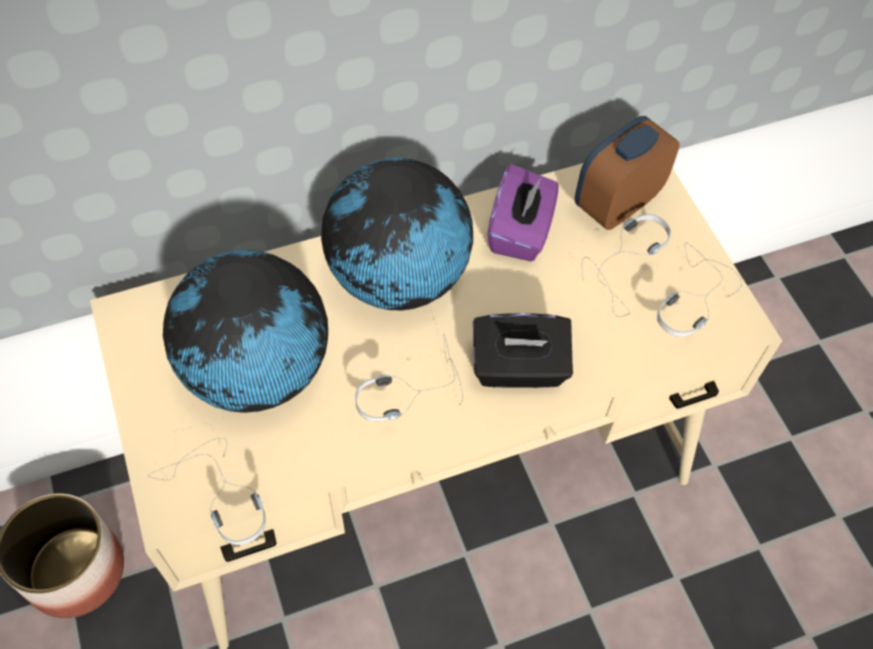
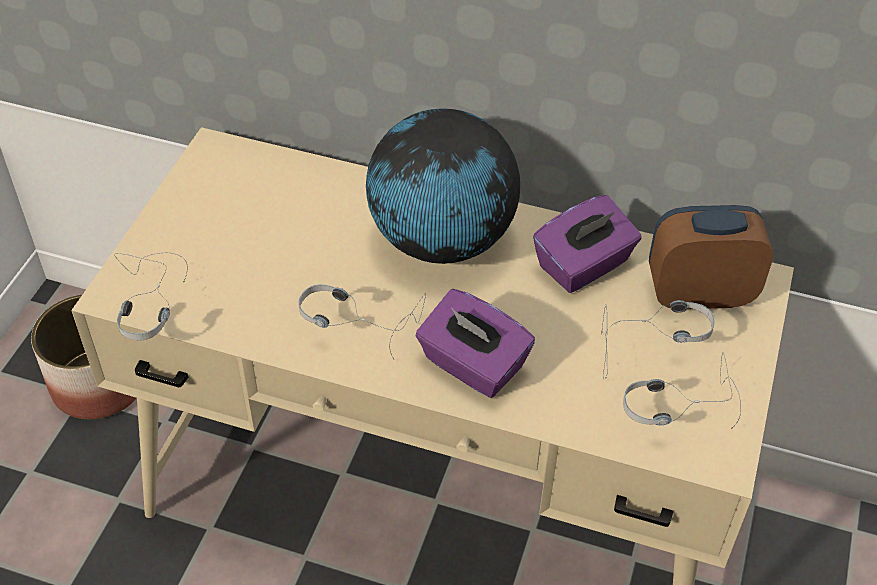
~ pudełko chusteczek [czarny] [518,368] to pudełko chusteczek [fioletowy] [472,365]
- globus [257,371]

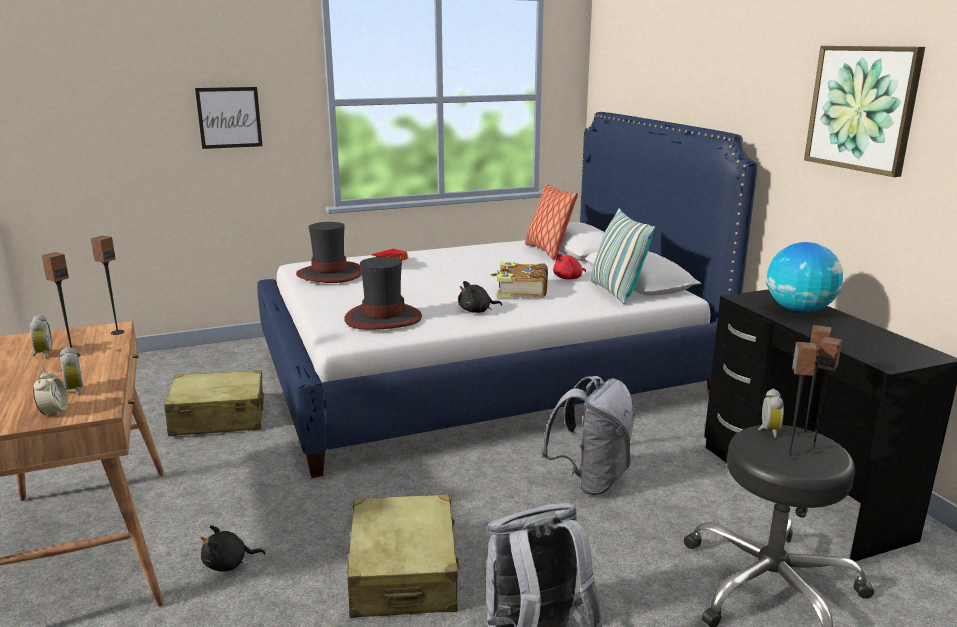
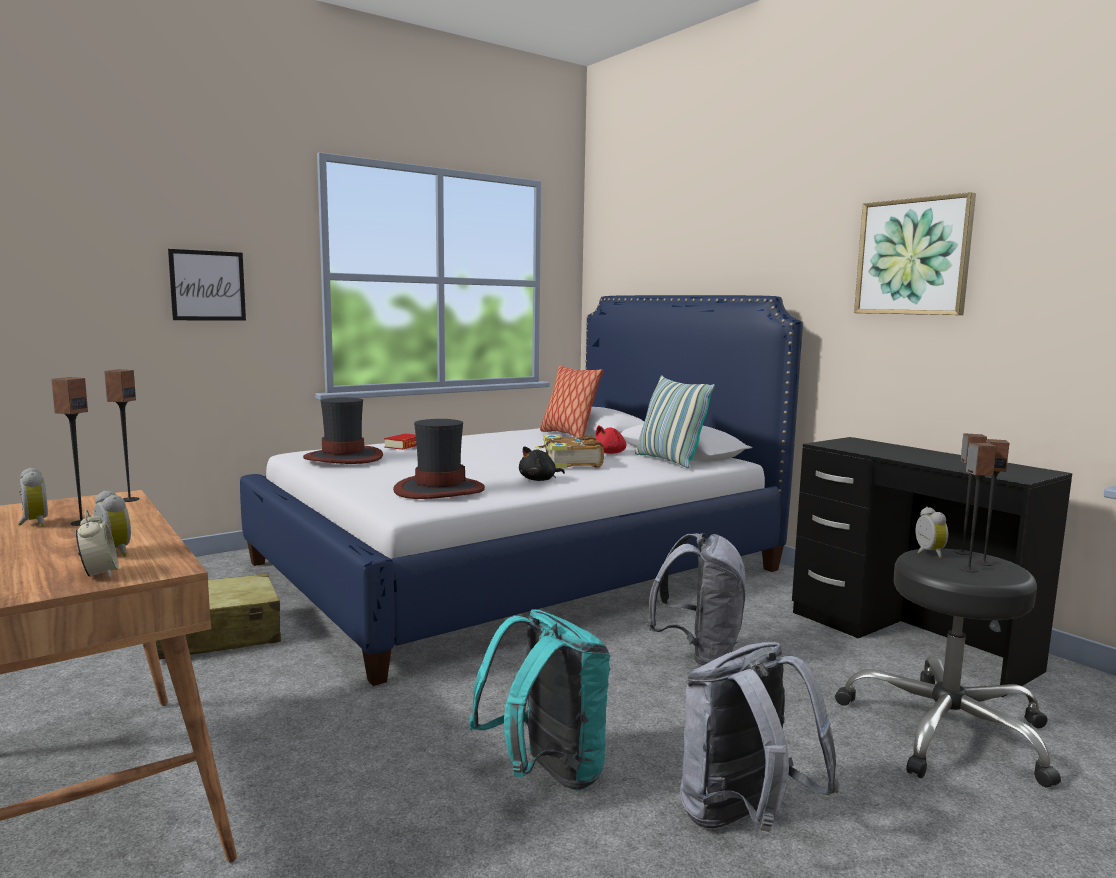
~ walizka [beżowy] [404,573] to plecak [turkusowy] [546,773]
- pluszak [czarny] [229,564]
- globus [799,310]

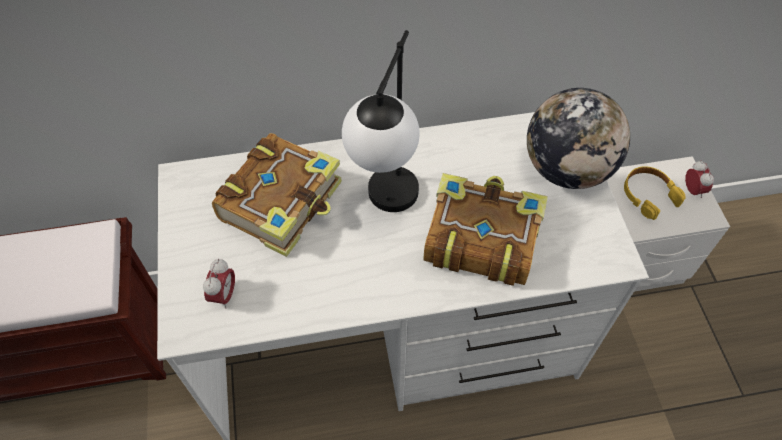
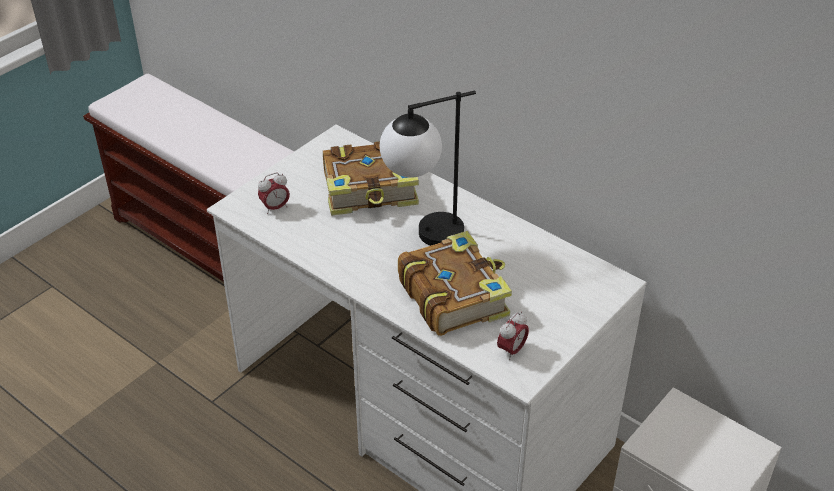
~ budzik [692,190] to [511,350]
- globus [566,169]
- słuchawki [żółty] [648,195]

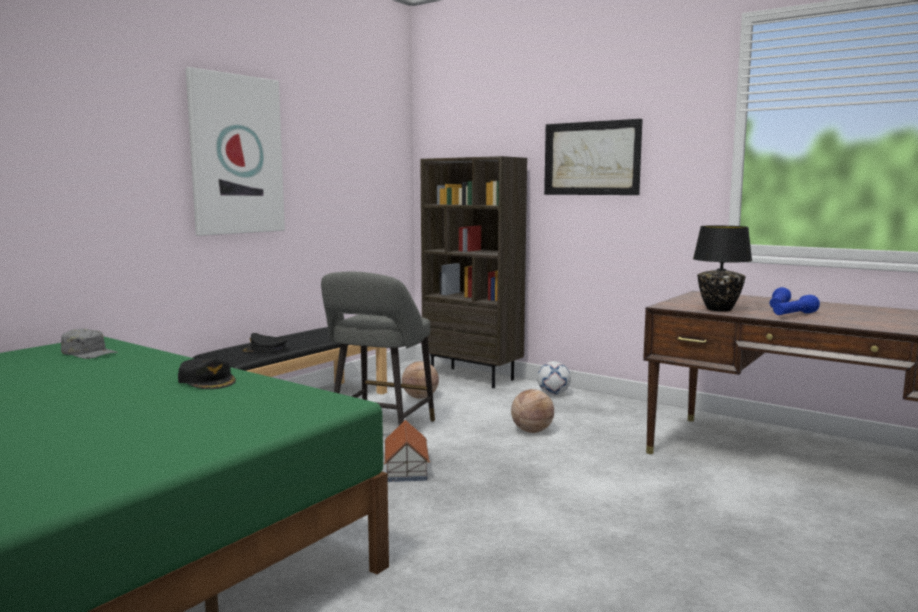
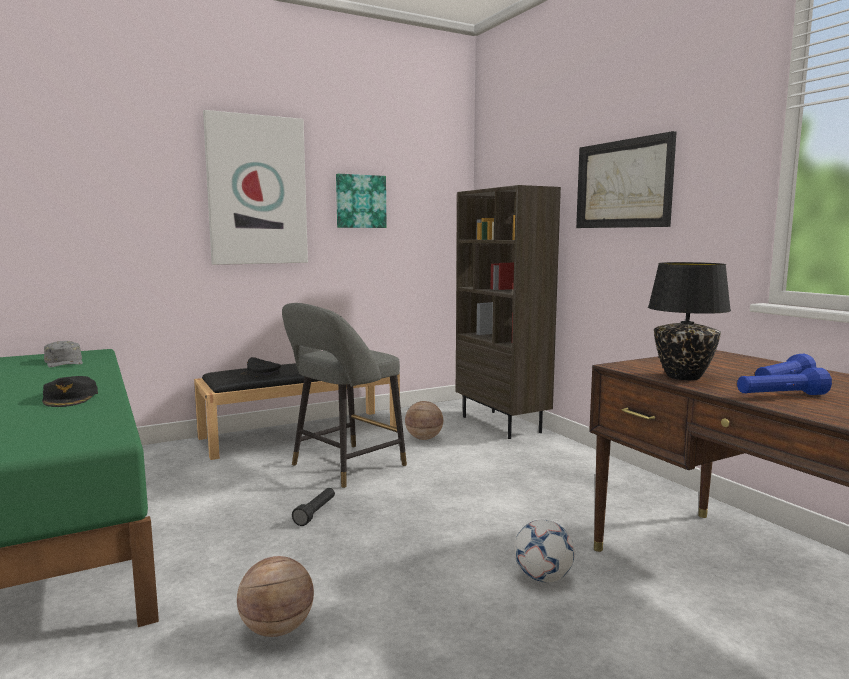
~ piłka do koszykówki [532,431] to [277,629]
~ domek [406,468] to latarka [czarny] [316,513]
+ obraz [360,201]
~ piłka futbolowa [553,394] to [543,577]

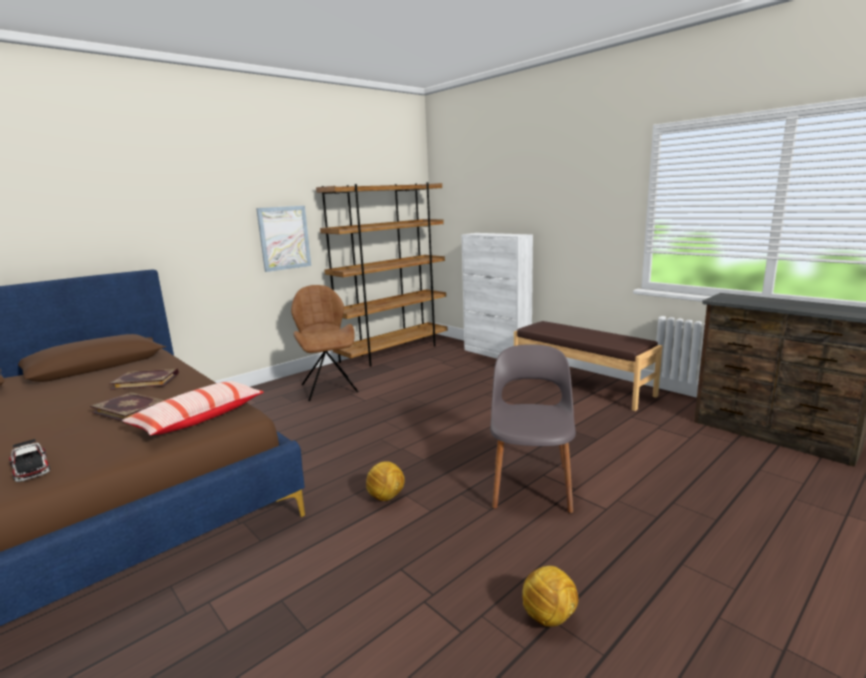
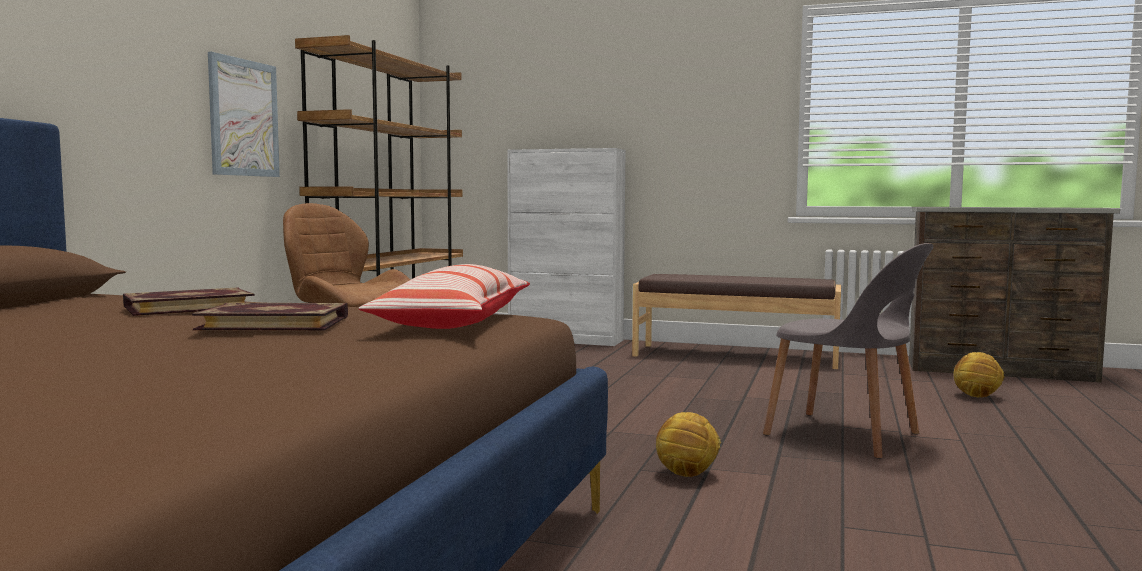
~ krzesło [szary] [531,484] = [846,435] 150 degrees clockwise
~ piłka futbolowa [549,617] to [977,396]
- samochodzik [30,467]

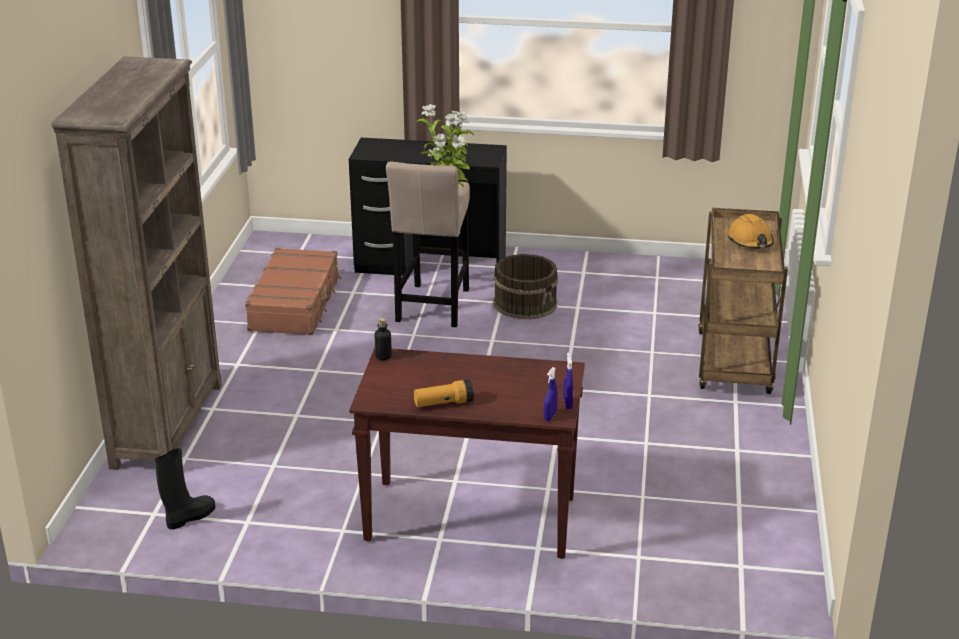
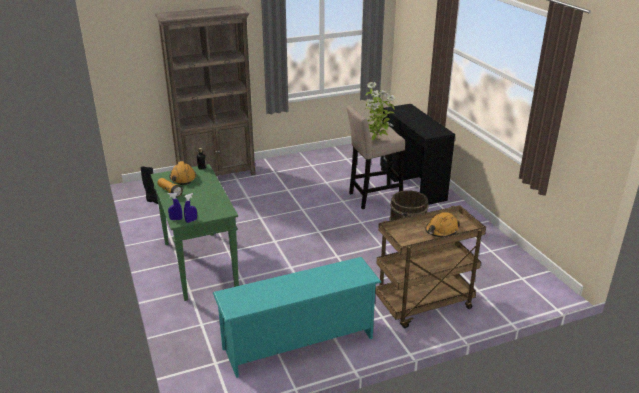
~ stolik konsolowy [brązowy] [468,520] to stolik konsolowy [zielony] [199,264]
+ kask [pomarańczowy] [183,177]
+ regał na buty [turkusowy] [299,344]
- walizka [brązowy] [295,304]

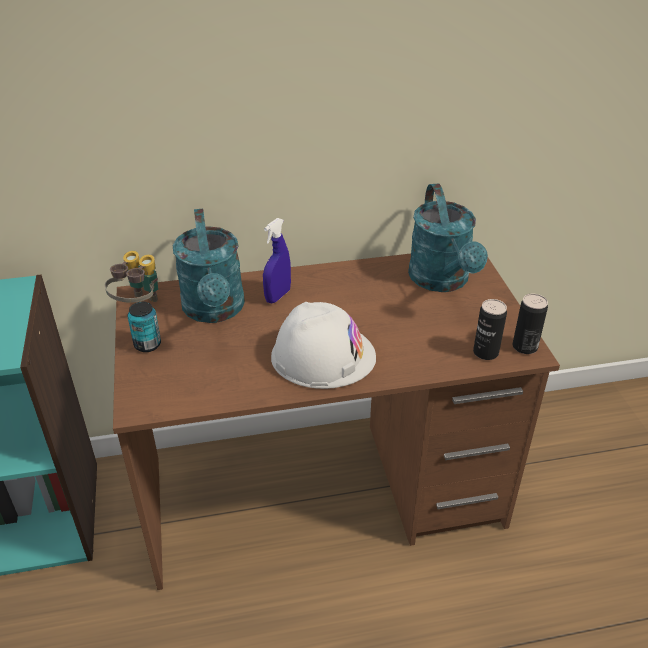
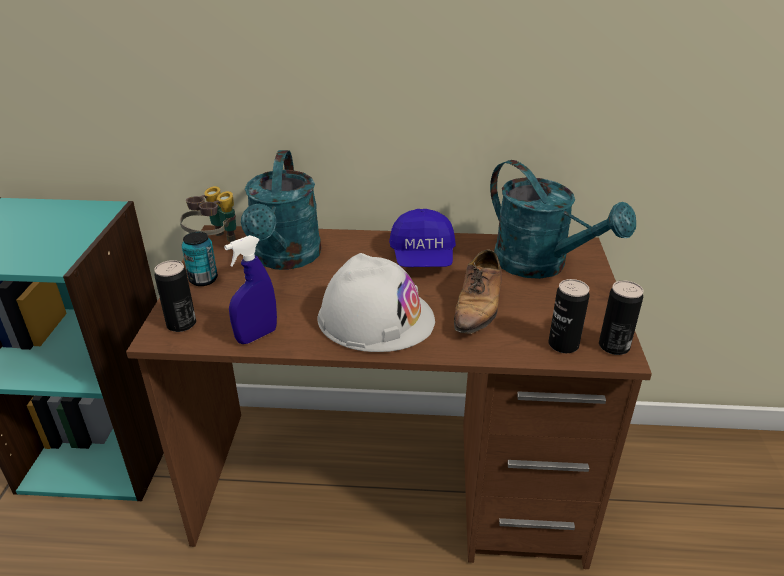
+ puszka [181,324]
~ spryskiwacz [niebieski] [278,296] to [257,336]
+ czapka z daszkiem [niebieski] [423,258]
+ but [478,306]
~ konewka [turkusowy] [442,281] = [541,265] 45 degrees counterclockwise

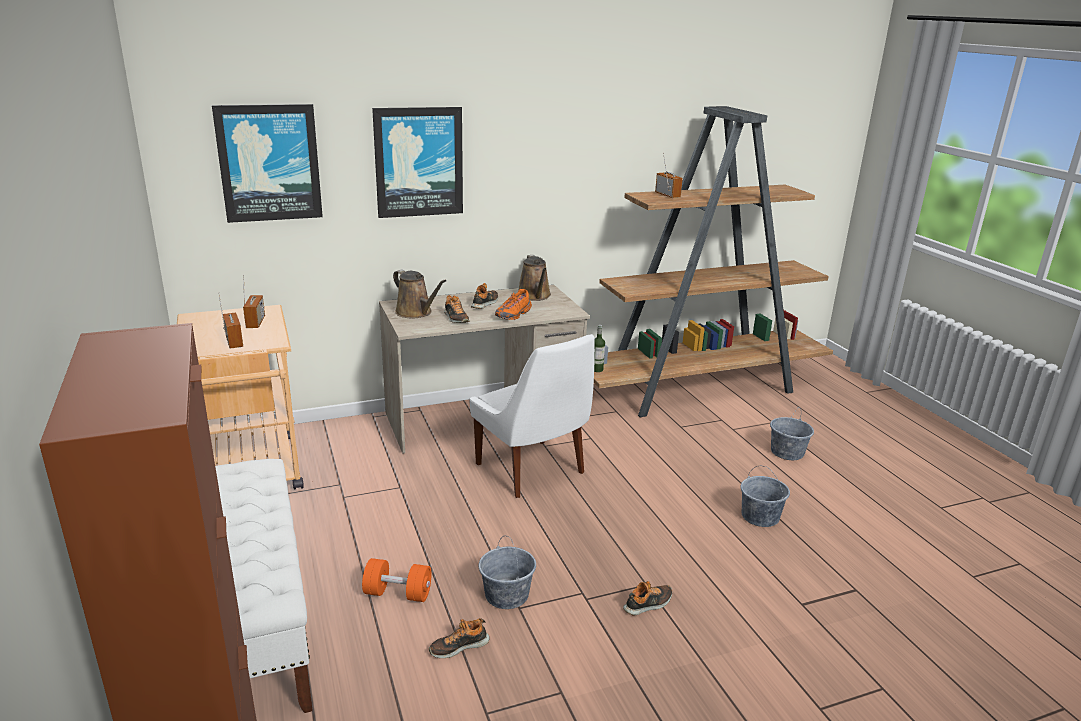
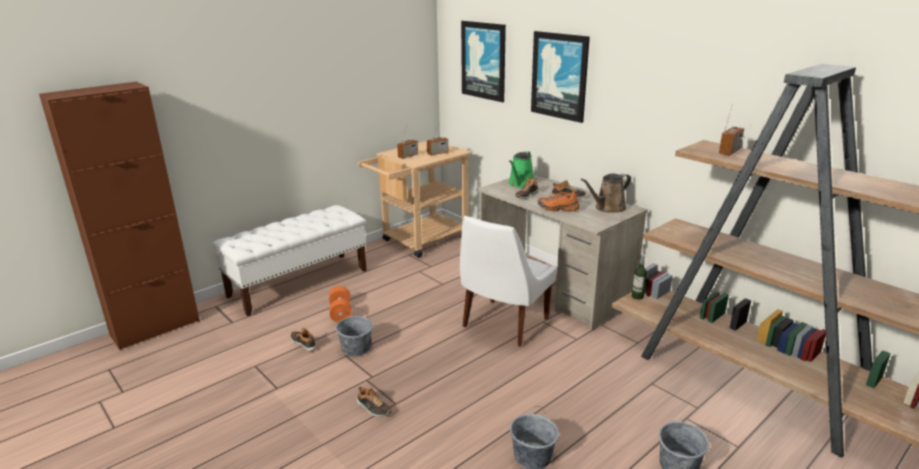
~ konewka [brązowy] [416,313] to konewka [zielony] [520,184]

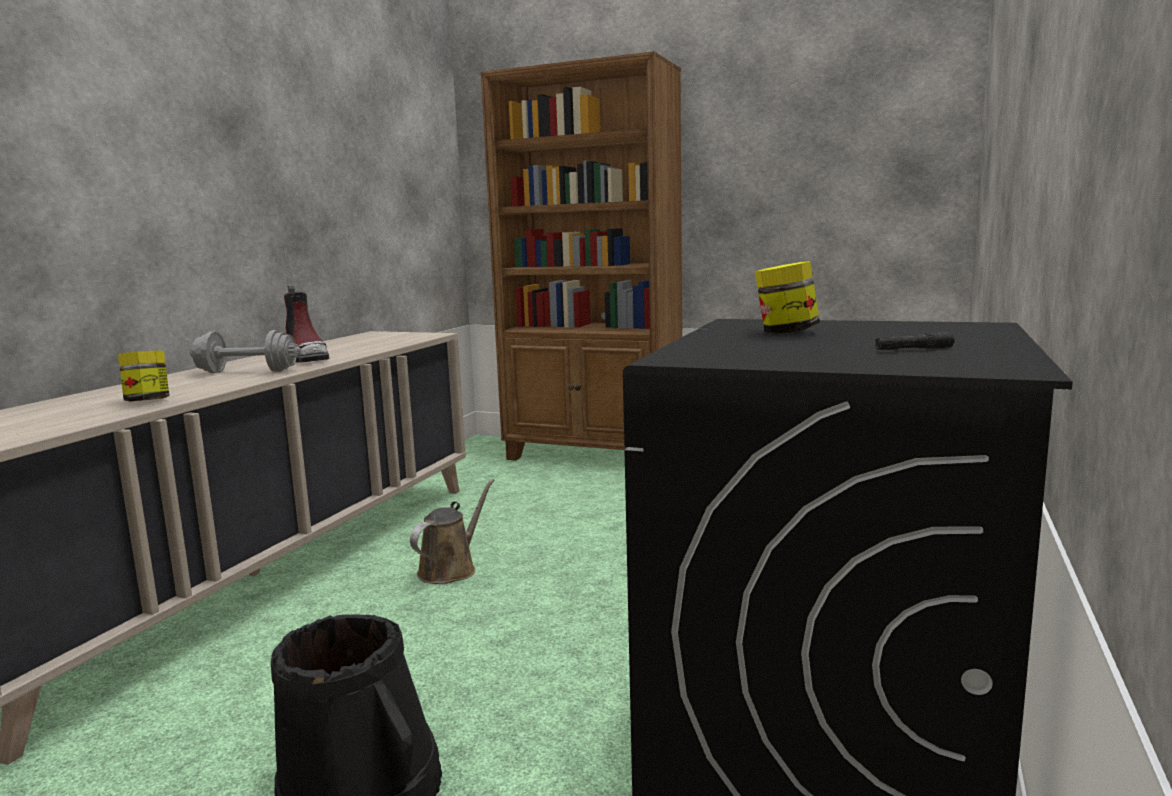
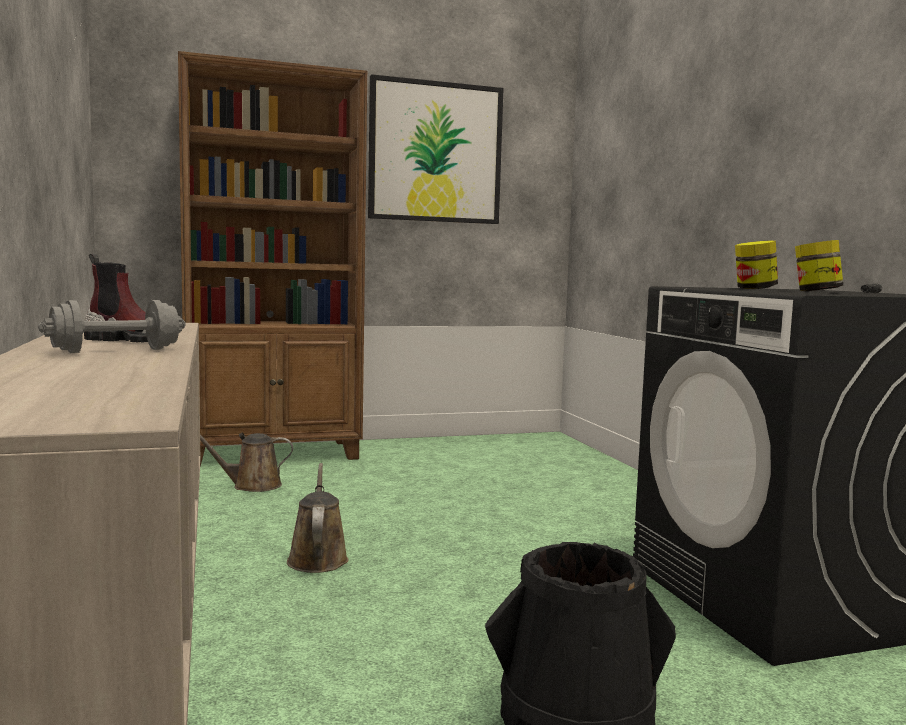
+ konewka [brązowy] [252,486]
+ obraz [435,152]
~ słoik [147,401] to [816,291]

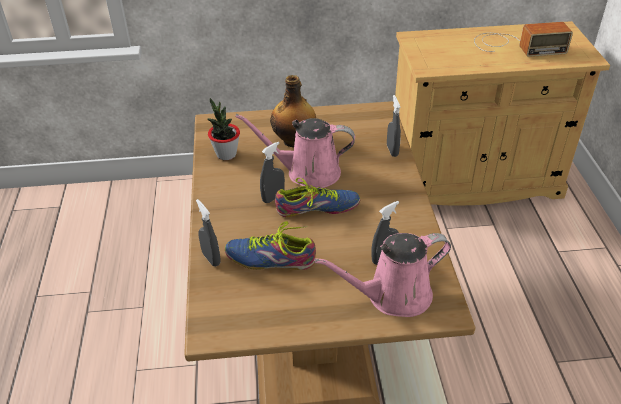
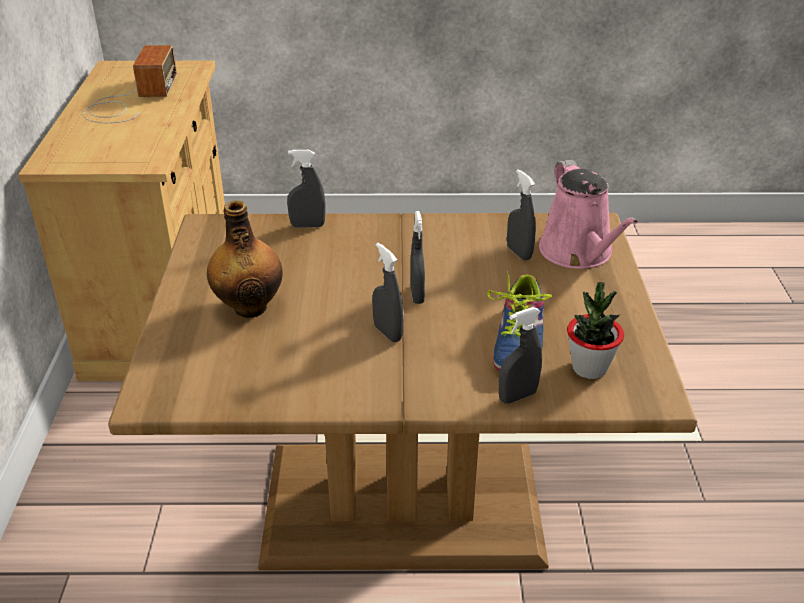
~ but [317,207] to spryskiwacz [szary] [417,295]
~ roślina doniczkowa [226,154] to [589,368]
- konewka [różowy] [308,172]

